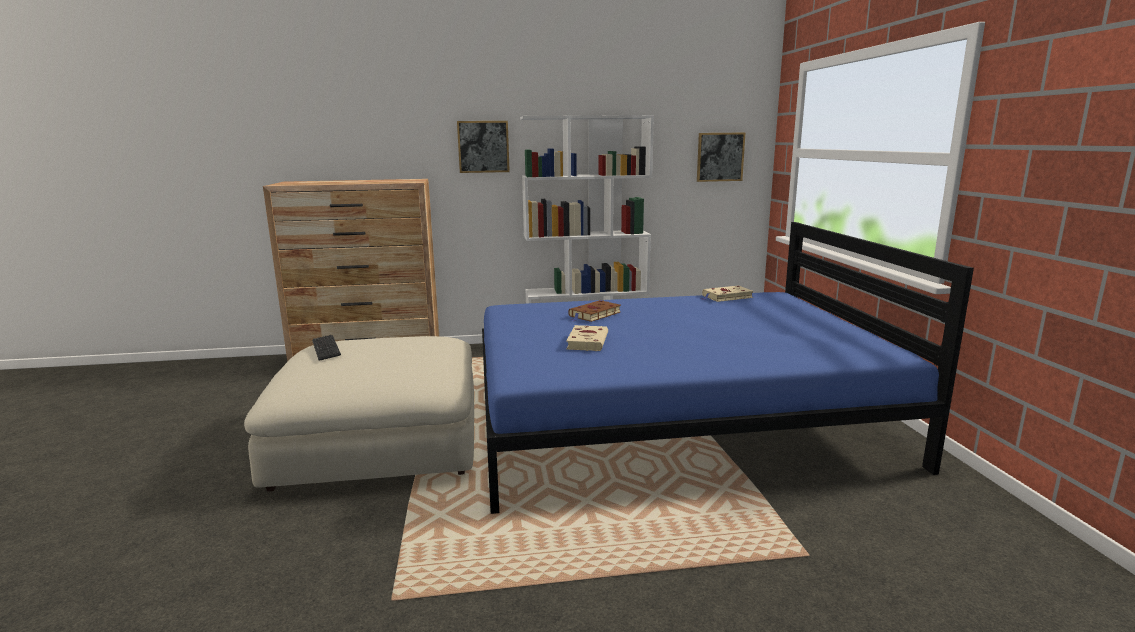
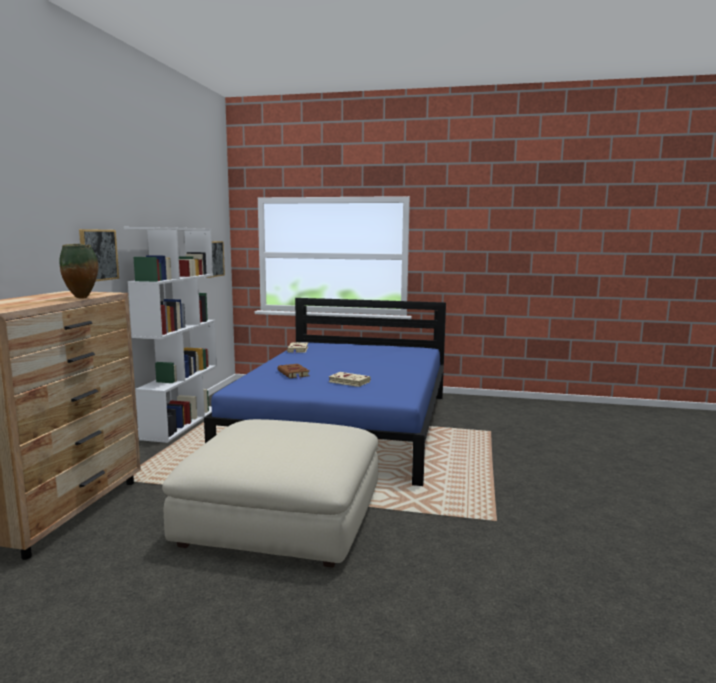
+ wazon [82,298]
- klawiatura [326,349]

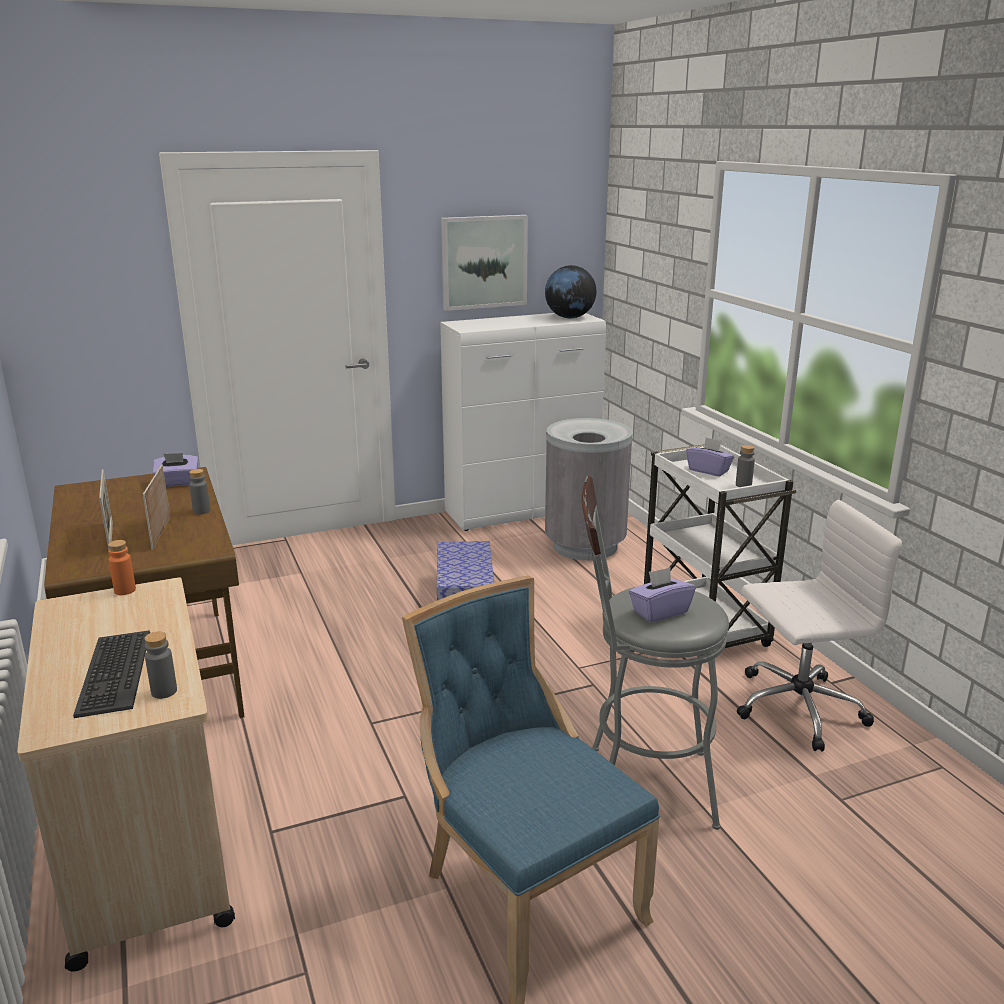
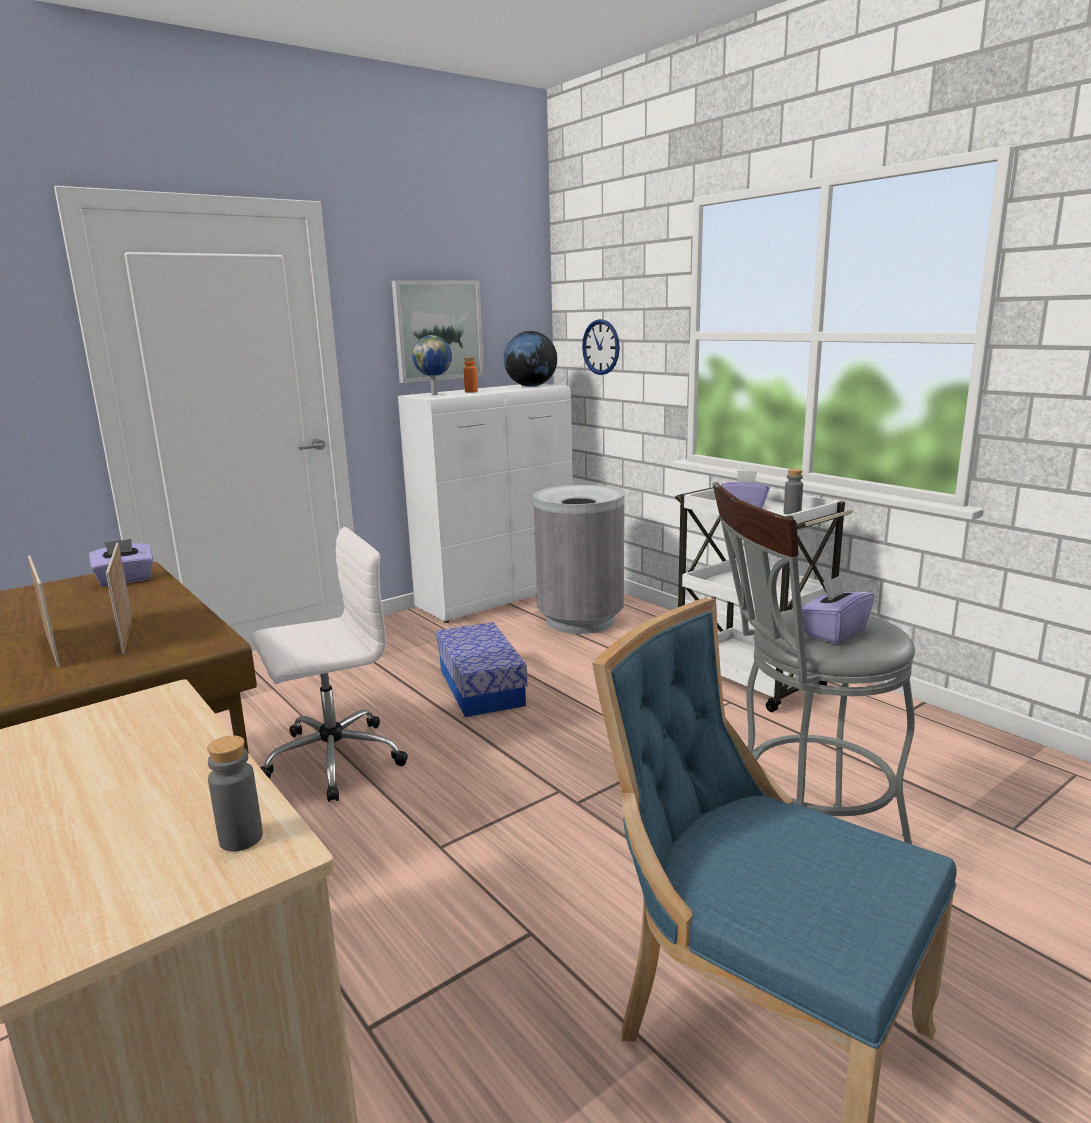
~ krzesło biurowe [biały] [796,708] to [331,760]
+ globus [435,394]
~ butelka [pomarańczowy] [125,590] to [471,391]
+ zegar ścienny [601,347]
- klawiatura [113,673]
- butelka [szary] [201,511]

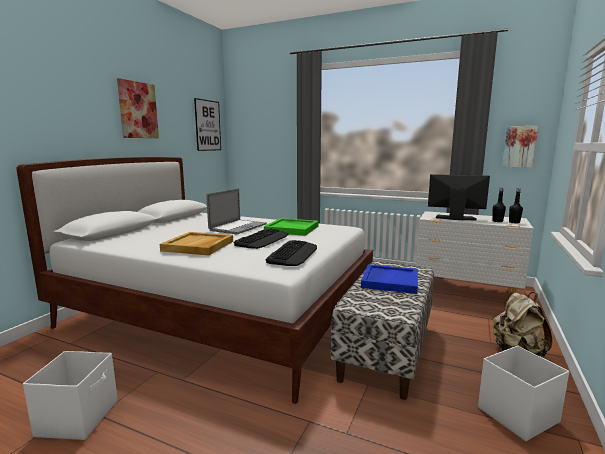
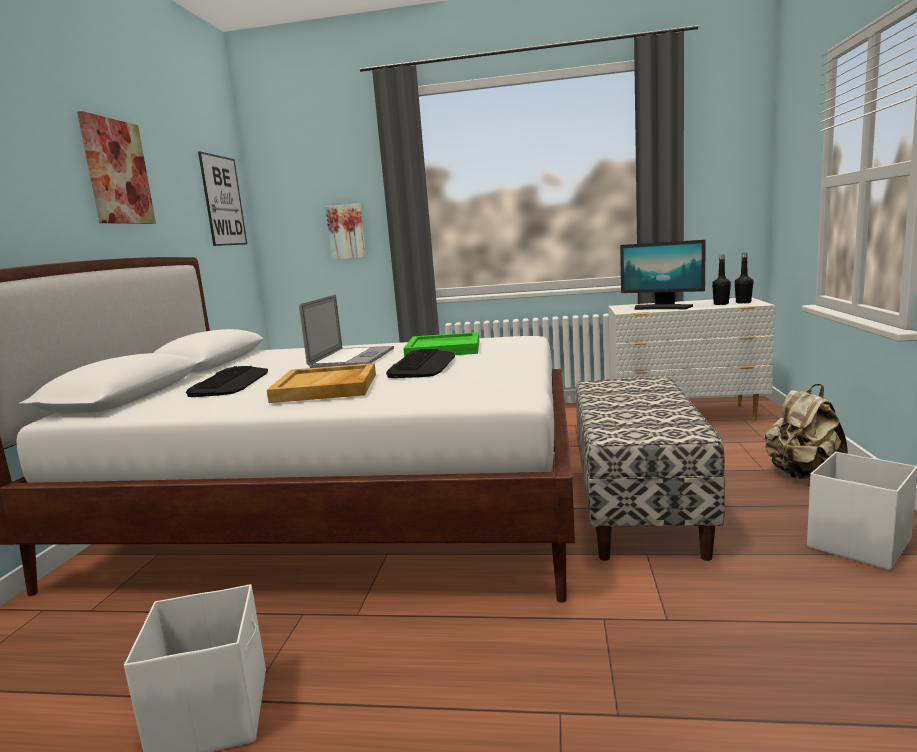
~ klawiatura [293,254] to [231,383]
~ obraz [519,146] to [346,232]
~ monitor [455,218] = [662,307] 150 degrees counterclockwise
- taca [niebieski] [389,281]

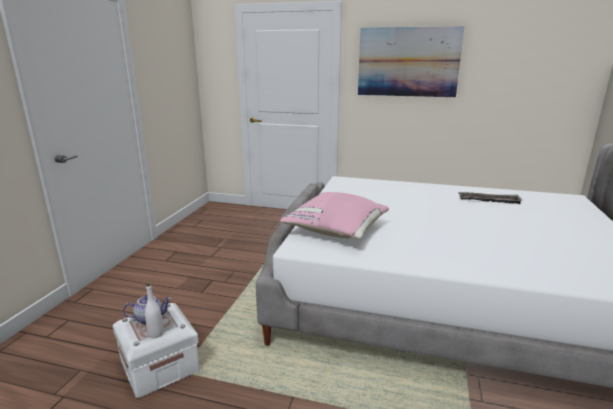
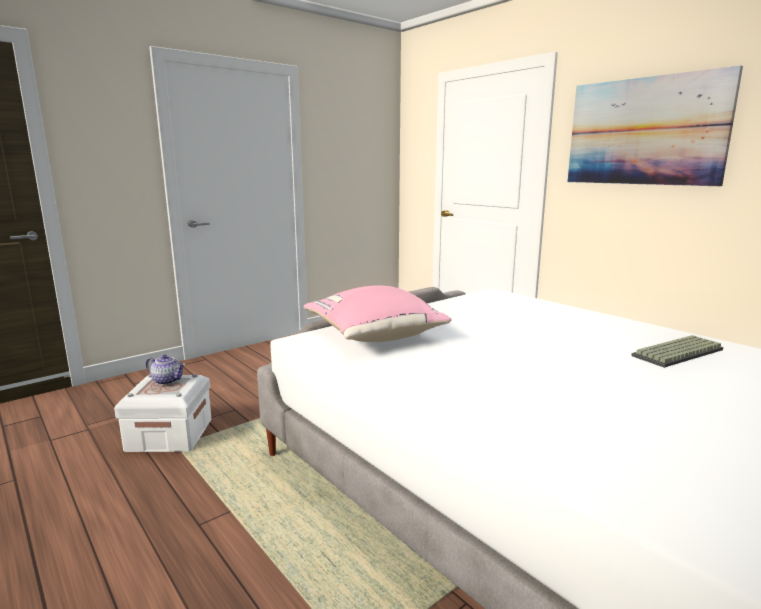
~ taca [489,201] to klawiatura [678,353]
- butelka [biały] [156,334]

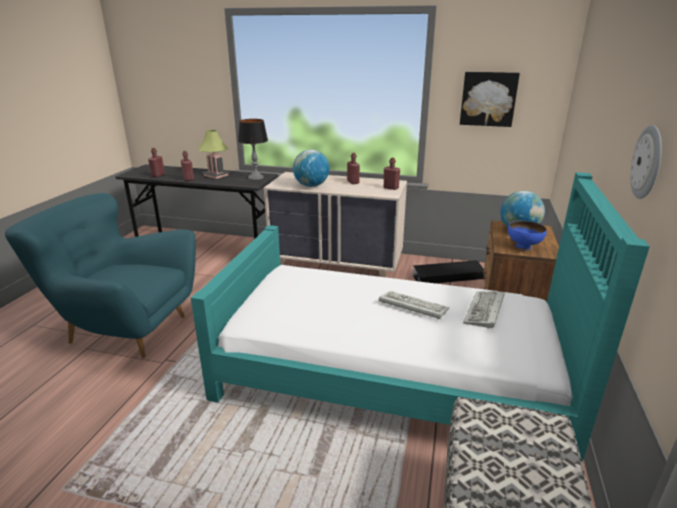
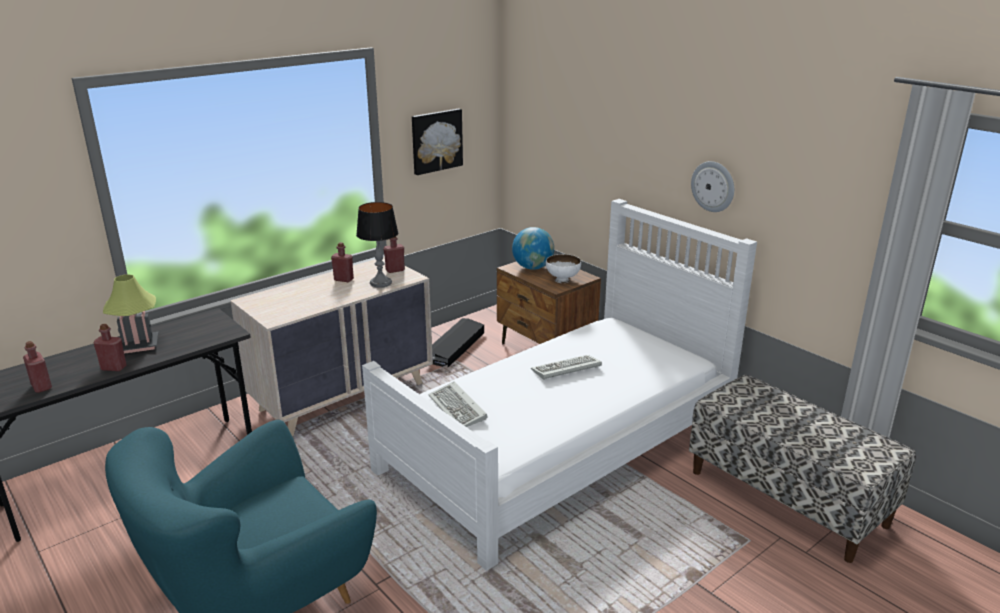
~ lampa stołowa [256,178] to [380,283]
~ łóżko [turkusowy] [392,373] to łóżko [biały] [560,445]
~ klawiatura [485,311] to [459,409]
~ miska [niebieski] [523,247] to miska [biały] [562,280]
- globus [311,186]

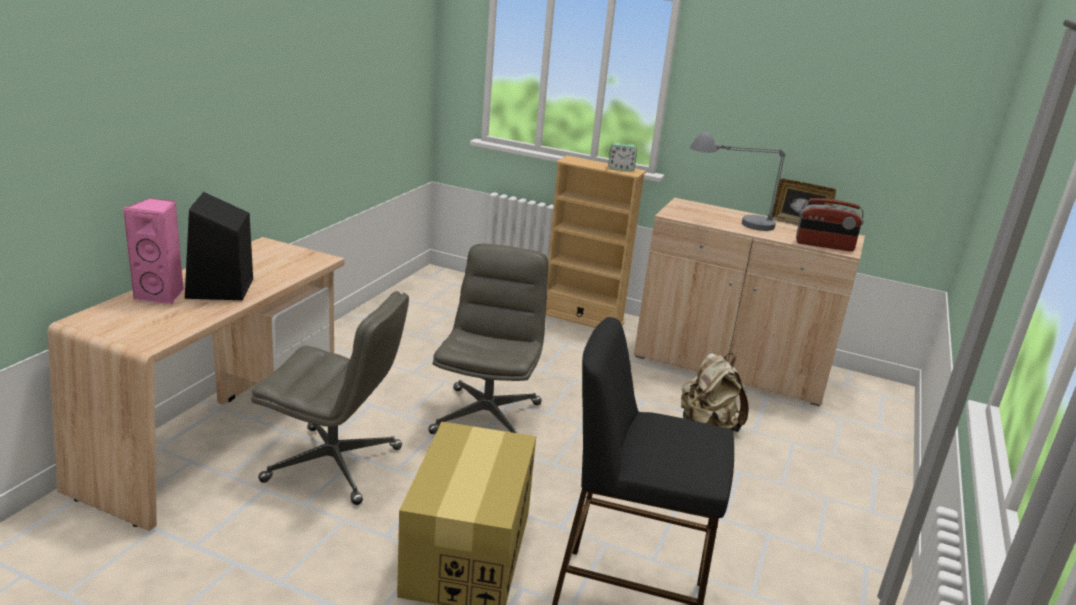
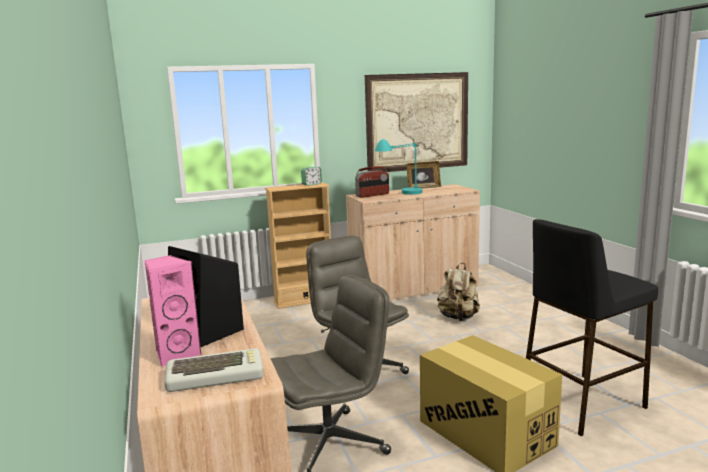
+ klawiatura [216,376]
~ radio [824,245] to [372,195]
+ obraz [417,122]
~ lampa stołowa [szary] [729,223] to lampa stołowa [turkusowy] [400,195]

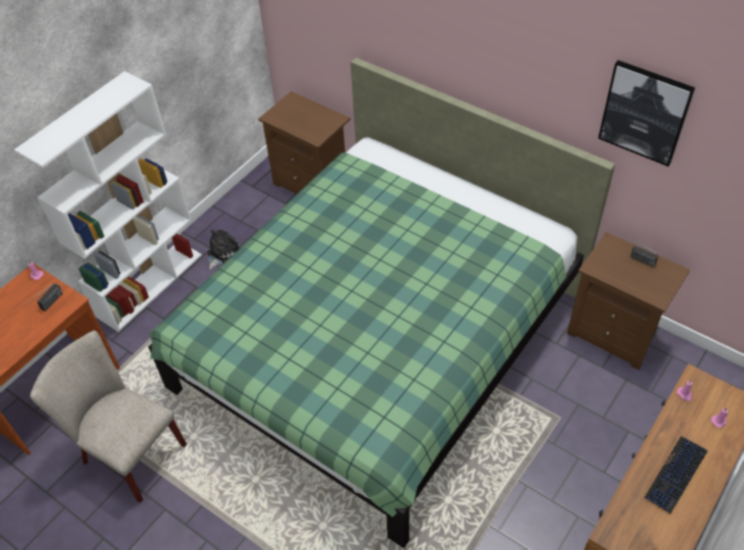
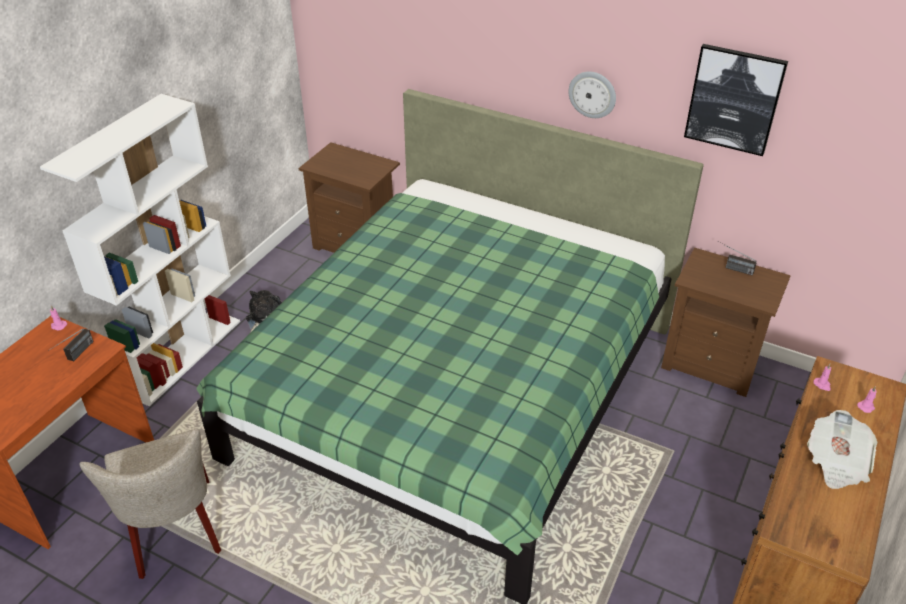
~ krzesło [beżowy] [128,452] = [175,534] 135 degrees counterclockwise
+ zegar ścienny [592,94]
~ klawiatura [676,475] to gazeta [836,463]

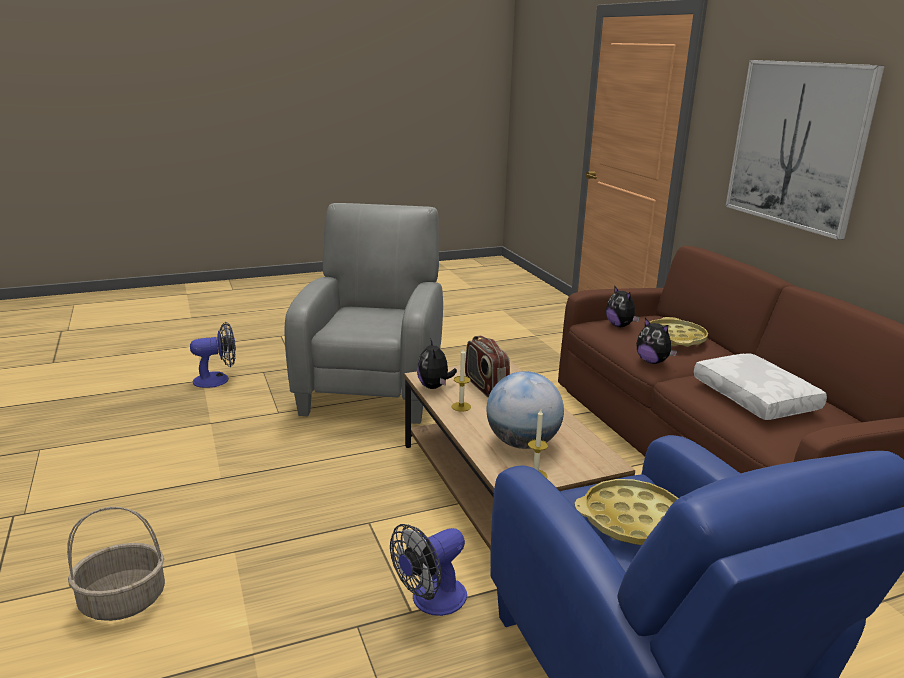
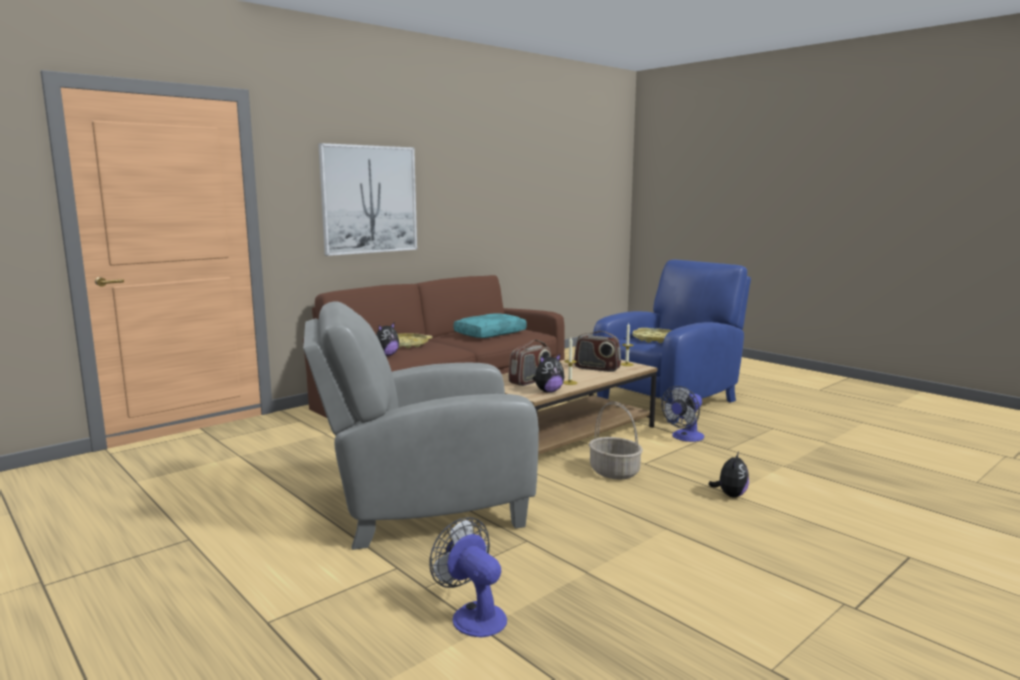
~ poduszka [biały] [756,398] to poduszka [turkusowy] [490,333]
~ globus [522,443] to radio [597,368]
~ koszyk [122,602] to [615,472]
~ wentylator [431,601] = [685,437] 105 degrees clockwise
~ pluszak [652,361] to [730,495]

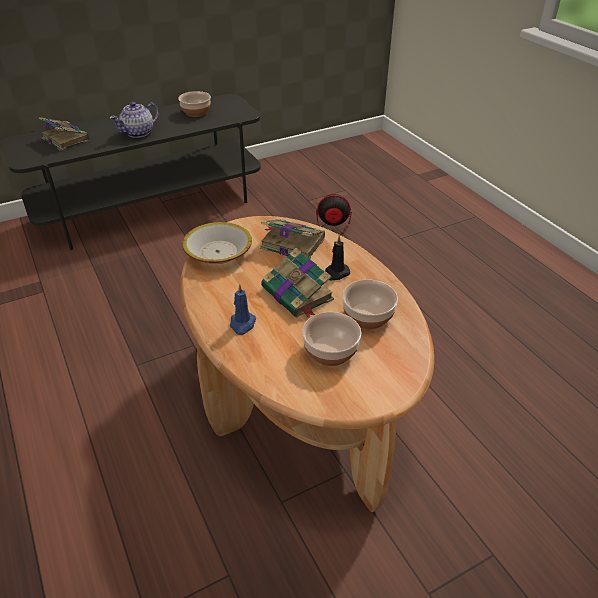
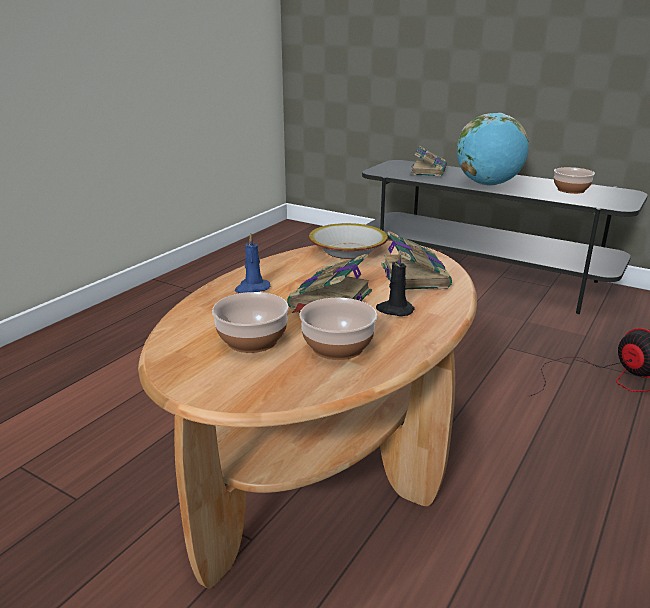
~ imbryk [139,133] to globus [488,184]

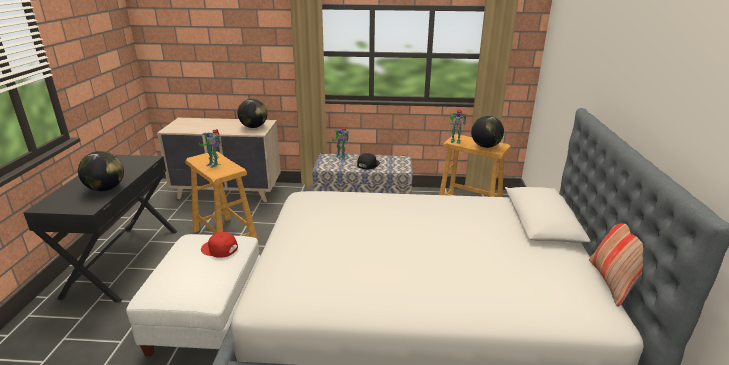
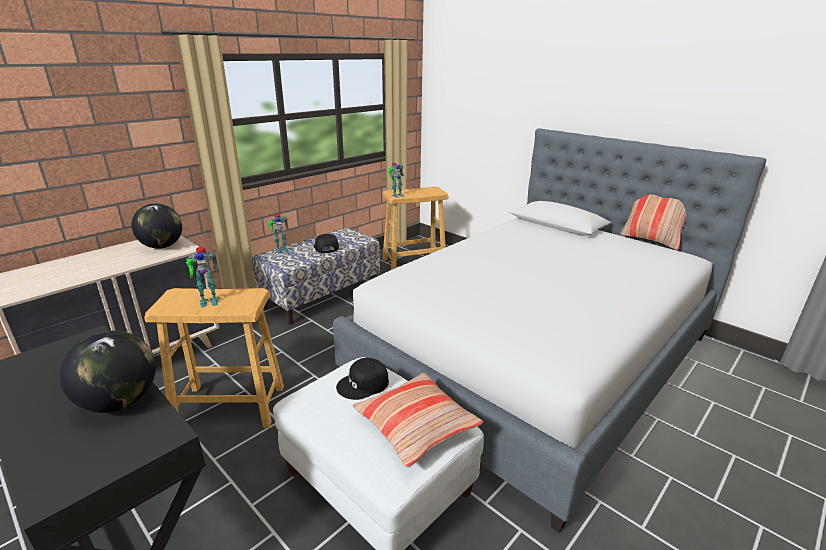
~ czapka z daszkiem [czerwony] [219,249] to czapka z daszkiem [czarny] [363,384]
+ poduszka [416,425]
- globus [485,146]

